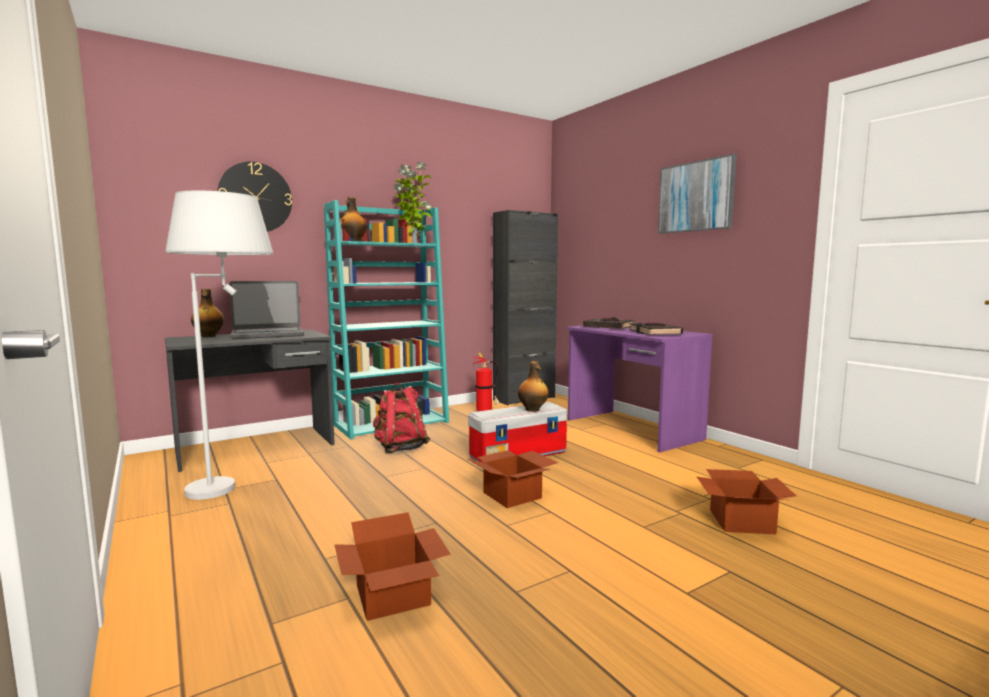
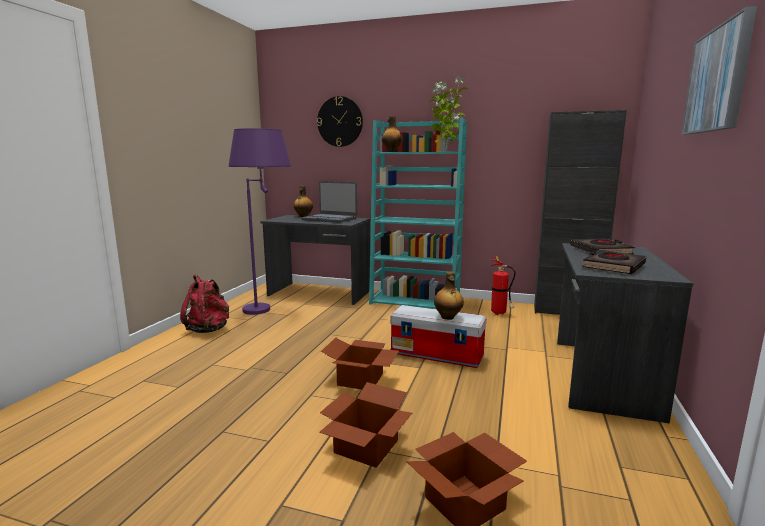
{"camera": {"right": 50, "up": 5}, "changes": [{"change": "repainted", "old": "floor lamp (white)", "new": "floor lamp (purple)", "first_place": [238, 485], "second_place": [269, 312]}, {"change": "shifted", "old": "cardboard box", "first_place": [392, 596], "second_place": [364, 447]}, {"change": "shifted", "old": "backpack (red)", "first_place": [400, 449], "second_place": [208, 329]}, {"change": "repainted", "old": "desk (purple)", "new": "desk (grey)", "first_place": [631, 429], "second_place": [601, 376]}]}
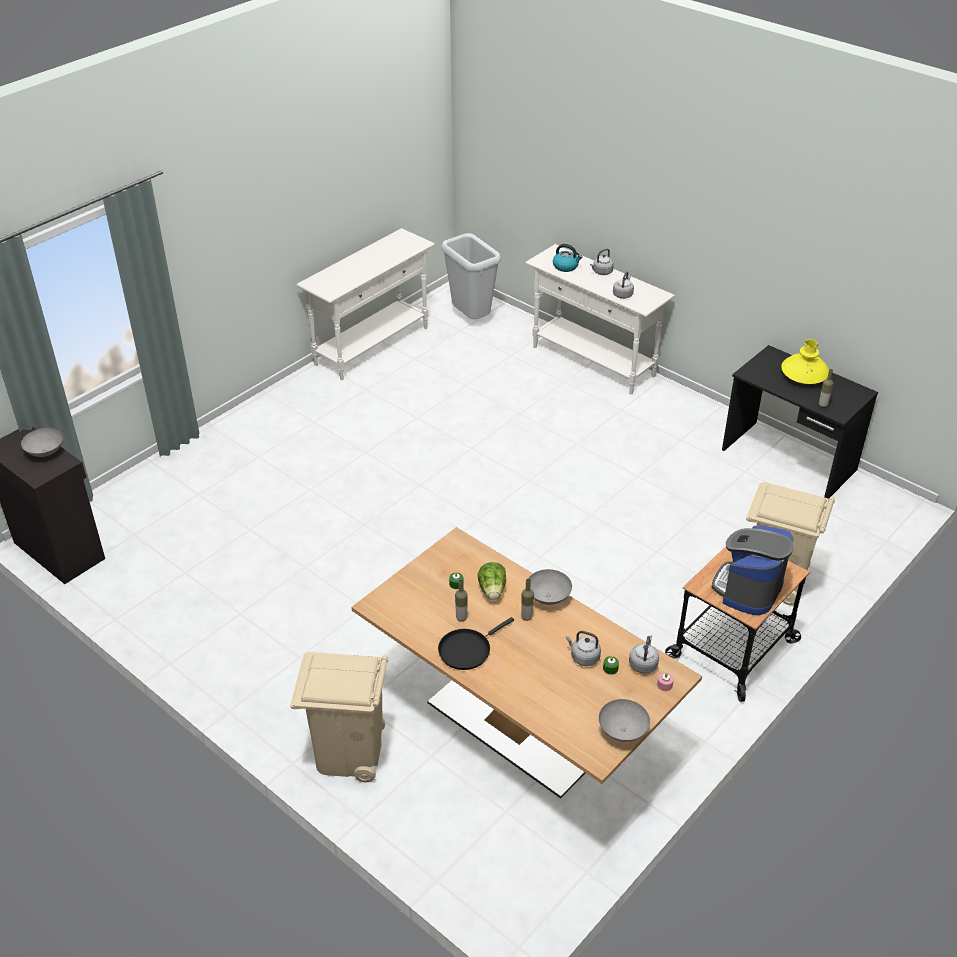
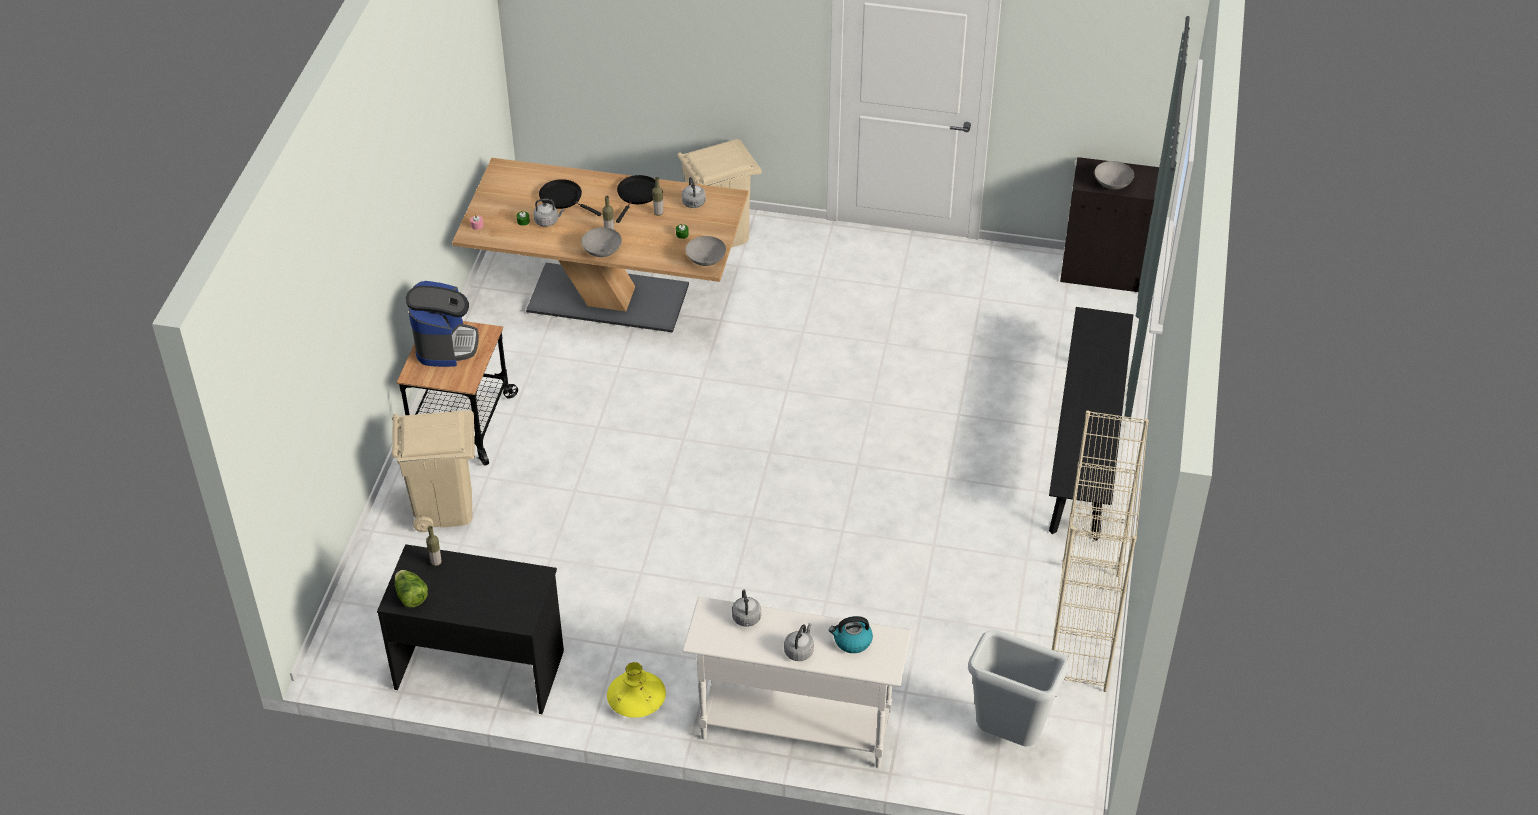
{"camera": {"right": 150, "up": 5}, "changes": [{"change": "swapped", "old": "console table (white)", "new": "bookcase (beige)", "first_place": [372, 346], "second_place": [1084, 628]}, {"change": "shifted", "old": "lettuce", "first_place": [492, 591], "second_place": [411, 596]}, {"change": "shifted", "old": "bowl (grey)", "first_place": [623, 731], "second_place": [705, 261]}, {"change": "shifted", "old": "kettle (grey)", "first_place": [643, 663], "second_place": [694, 204]}, {"change": "shifted", "old": "vase (yellow)", "first_place": [803, 376], "second_place": [636, 700]}, {"change": "new", "new": "frying pan (black)", "second_place": [563, 198]}, {"change": "new", "new": "bench (black)", "second_place": [1085, 447]}]}
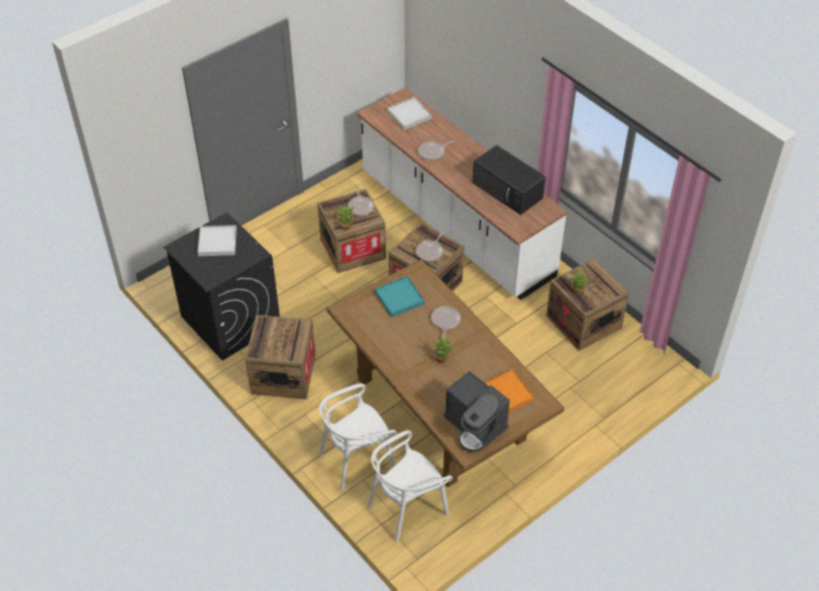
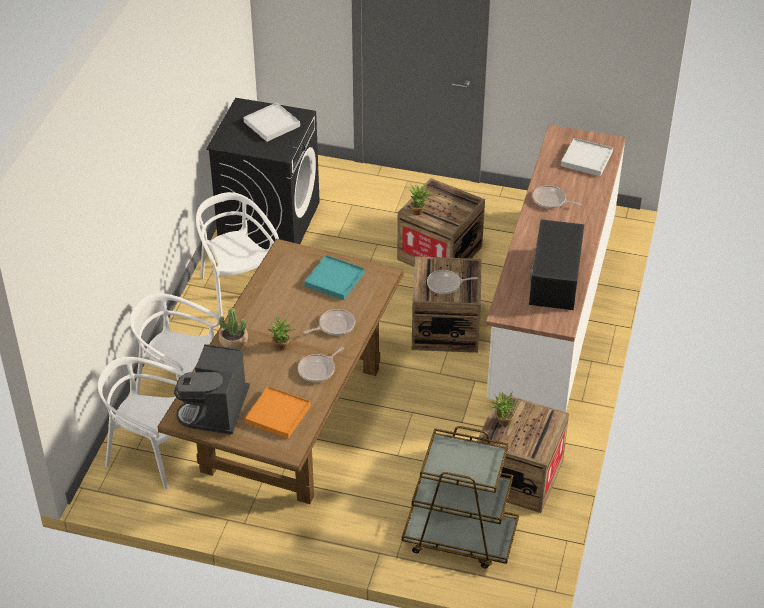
{"camera": {"right": 55, "up": -5}, "changes": [{"change": "swapped", "old": "crate", "new": "chair (white)", "first_place": [283, 374], "second_place": [237, 289]}, {"change": "shifted", "old": "frying pan", "first_place": [360, 206], "second_place": [318, 369]}, {"change": "new", "new": "potted plant", "second_place": [233, 341]}, {"change": "new", "new": "cart (brown)", "second_place": [459, 537]}]}
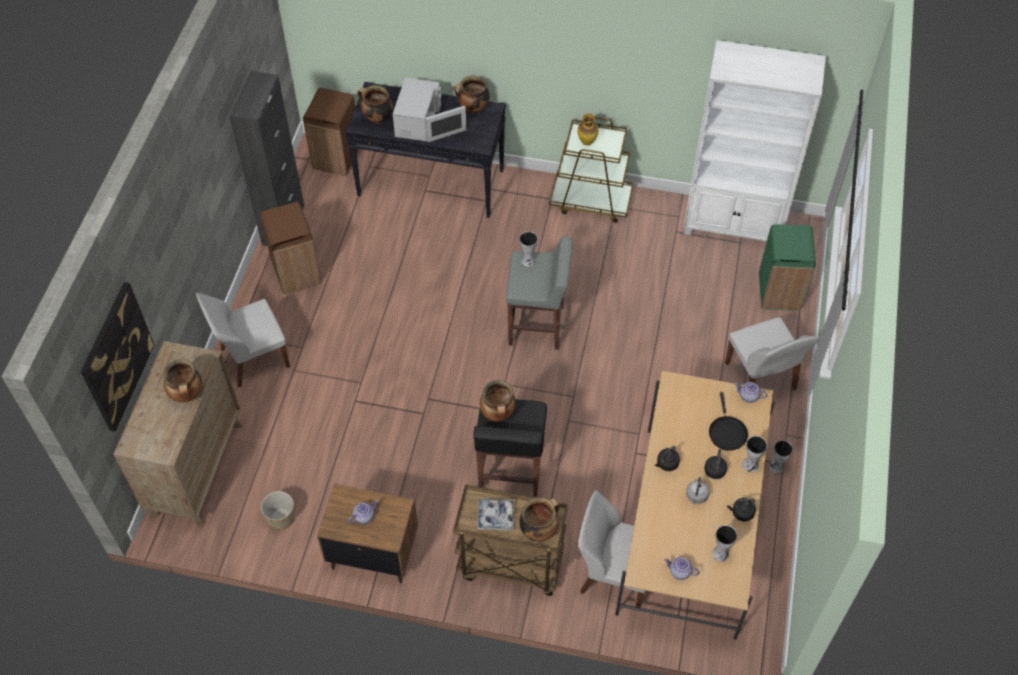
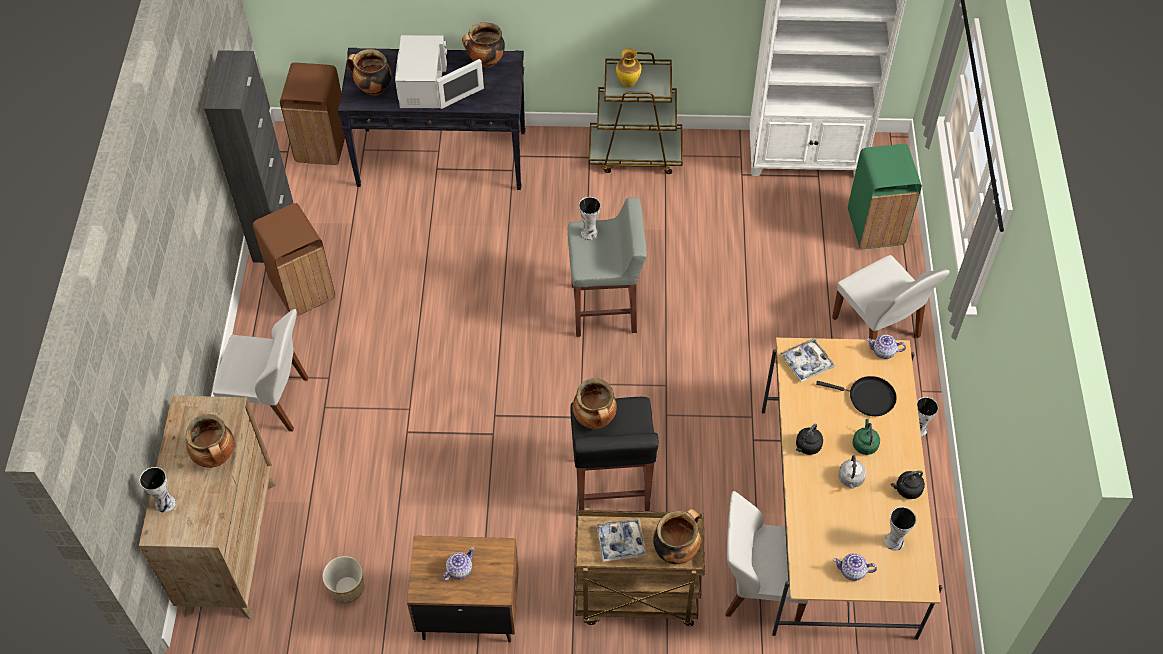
{"camera": {"right": -10, "up": 0}, "changes": [{"change": "gone", "old": "picture", "first_place": [116, 357]}, {"change": "rotated", "old": "chair (white)", "first_place": [253, 358], "second_place": [271, 401], "degrees": -135}, {"change": "repainted", "old": "kettle (black)", "new": "kettle (green)", "first_place": [715, 469], "second_place": [864, 444]}, {"change": "rotated", "old": "frying pan (black)", "first_place": [727, 432], "second_place": [868, 397], "degrees": -60}, {"change": "shifted", "old": "vase", "first_place": [751, 464], "second_place": [166, 502]}, {"change": "new", "new": "tray", "second_place": [807, 363]}]}
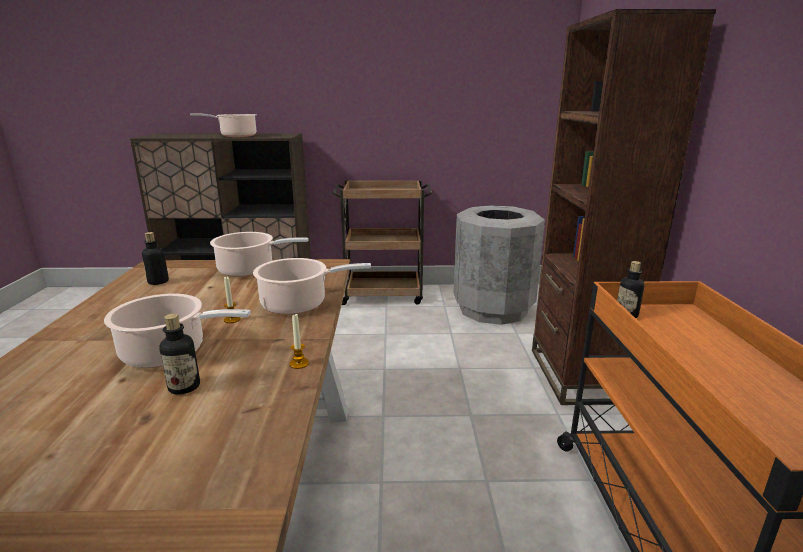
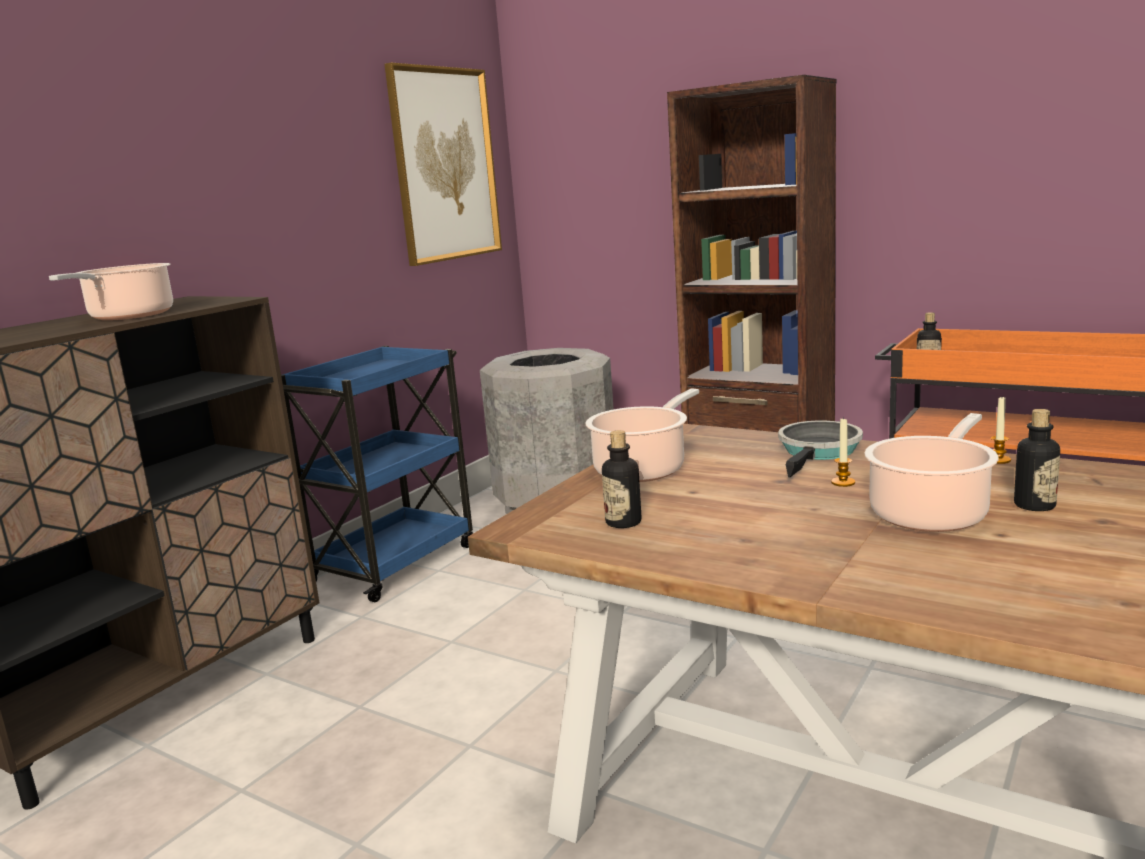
{"camera": {"right": -55, "up": -5}, "changes": [{"change": "swapped", "old": "cooking pot", "new": "frying pan", "first_place": [298, 304], "second_place": [818, 452]}, {"change": "repainted", "old": "cart (brown)", "new": "cart (blue)", "first_place": [384, 294], "second_place": [395, 562]}, {"change": "new", "new": "picture", "second_place": [445, 165]}]}
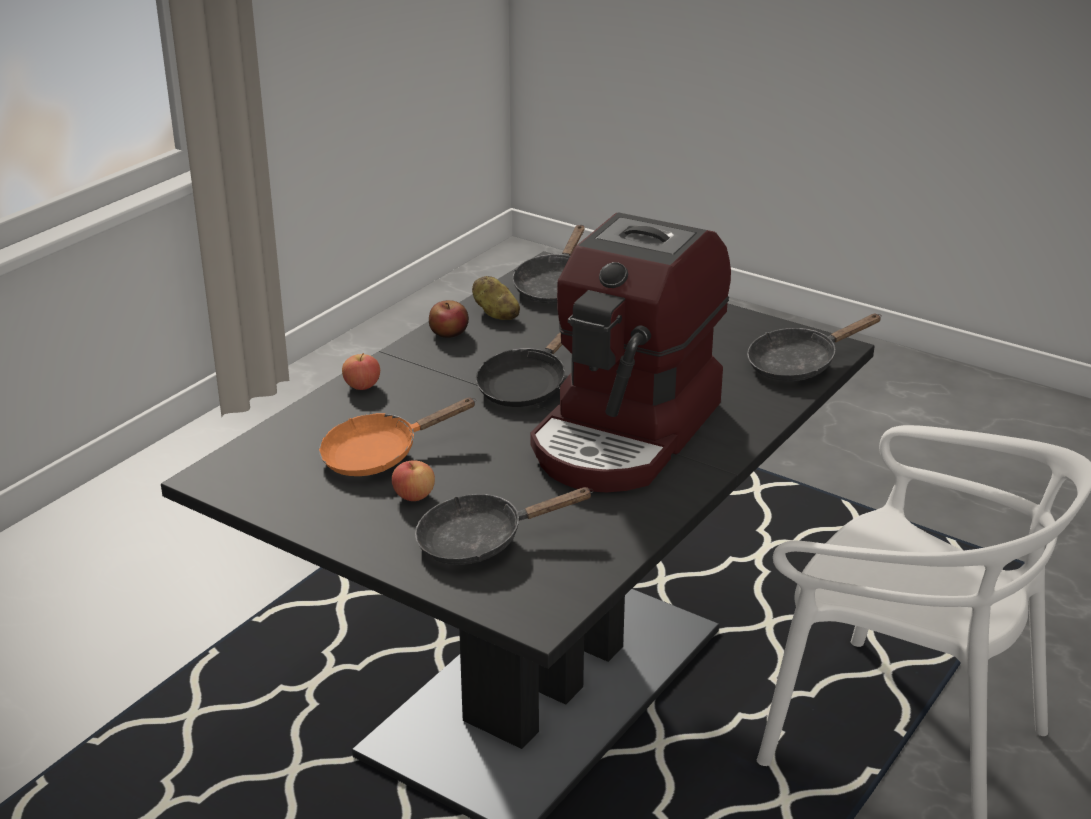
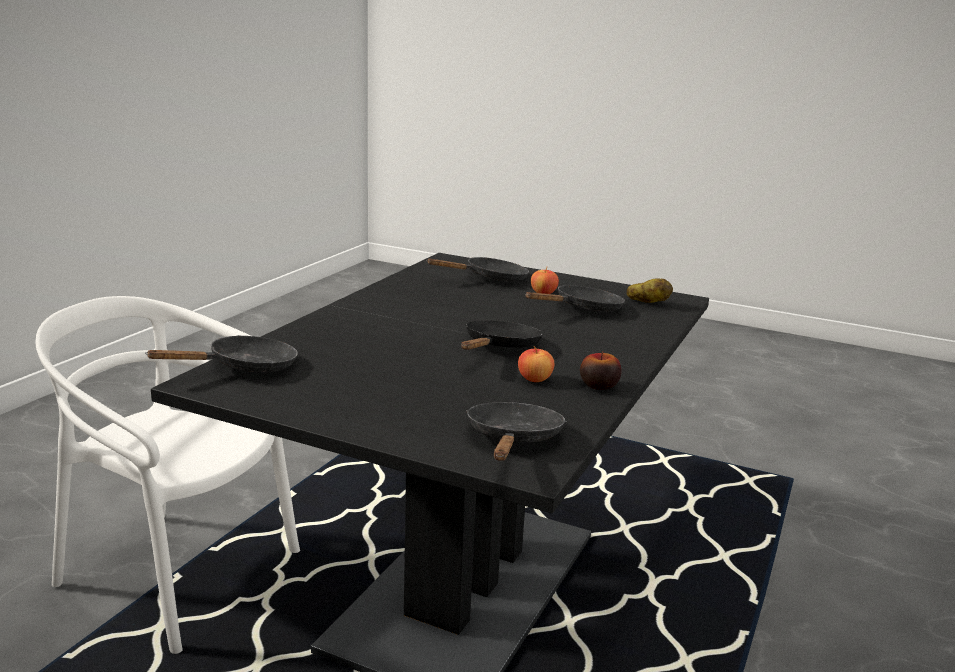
{"camera": {"right": 170, "up": -10}, "changes": [{"change": "repainted", "old": "frying pan (orange)", "new": "frying pan (black)", "first_place": [379, 455], "second_place": [583, 309]}, {"change": "shifted", "old": "apple", "first_place": [362, 386], "second_place": [535, 379]}, {"change": "shifted", "old": "potato", "first_place": [495, 313], "second_place": [648, 303]}, {"change": "gone", "old": "coffee machine", "first_place": [627, 433]}]}
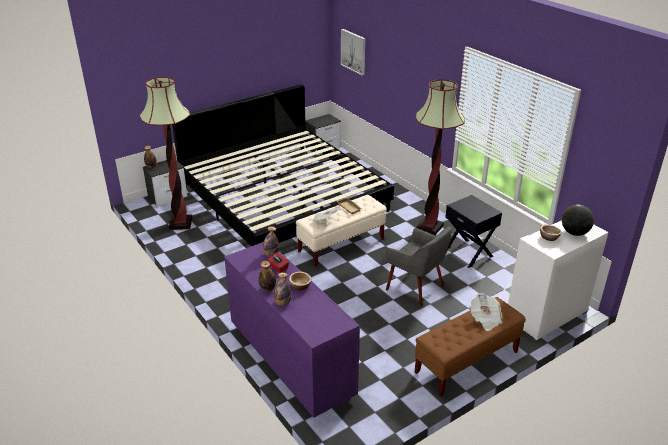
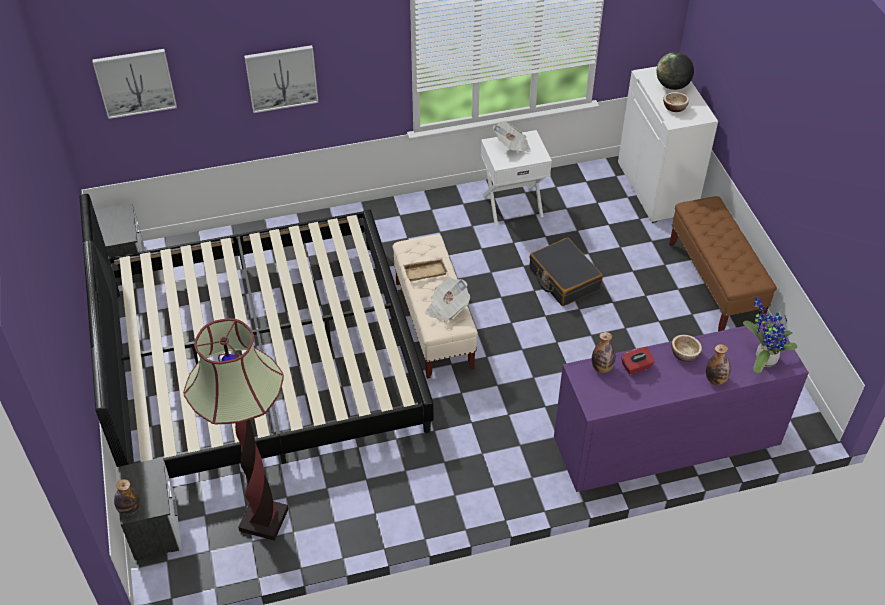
{"camera": {"right": -70, "up": 15}, "changes": [{"change": "gone", "old": "bottle", "first_place": [267, 288]}, {"change": "swapped", "old": "armchair (grey)", "new": "suitcase (black)", "first_place": [416, 287], "second_place": [564, 279]}, {"change": "gone", "old": "floor lamp", "first_place": [430, 227]}, {"change": "repainted", "old": "nightstand (black)", "new": "nightstand (white)", "first_place": [468, 253], "second_place": [512, 205]}, {"change": "shifted", "old": "newspaper", "first_place": [485, 319], "second_place": [512, 146]}, {"change": "new", "new": "picture", "second_place": [281, 78]}, {"change": "new", "new": "potted plant", "second_place": [762, 358]}]}
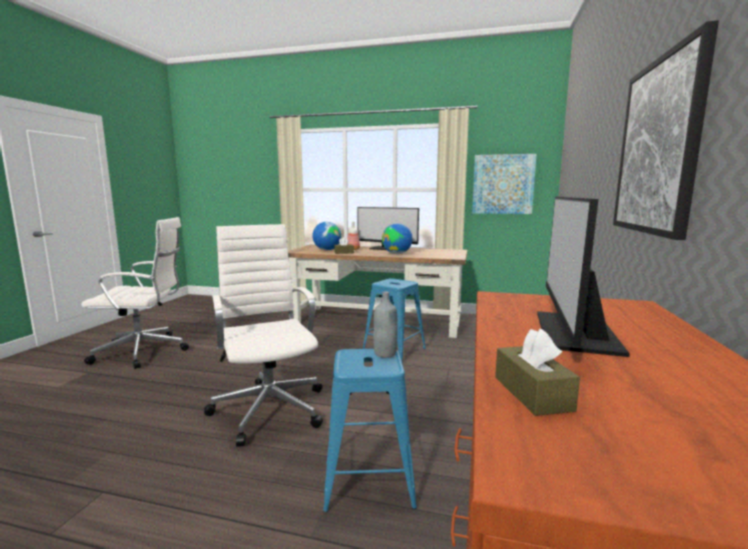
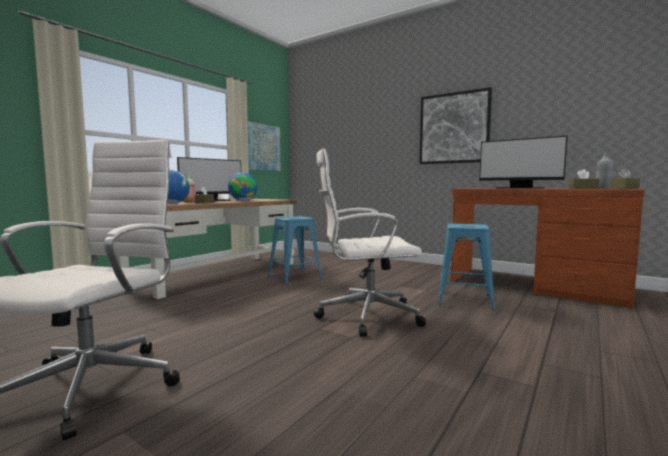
{"camera": {"right": -70, "up": -5}, "changes": [{"change": "shifted", "old": "bottle (grey)", "first_place": [385, 353], "second_place": [603, 188]}, {"change": "new", "new": "tissue box (brown)", "second_place": [624, 188]}]}
